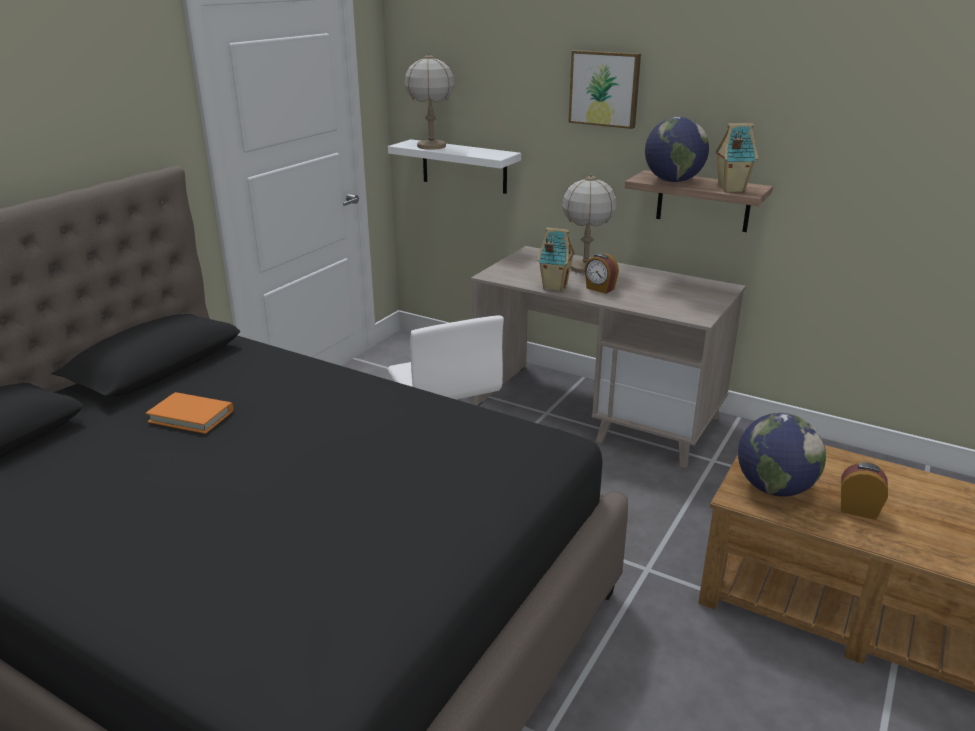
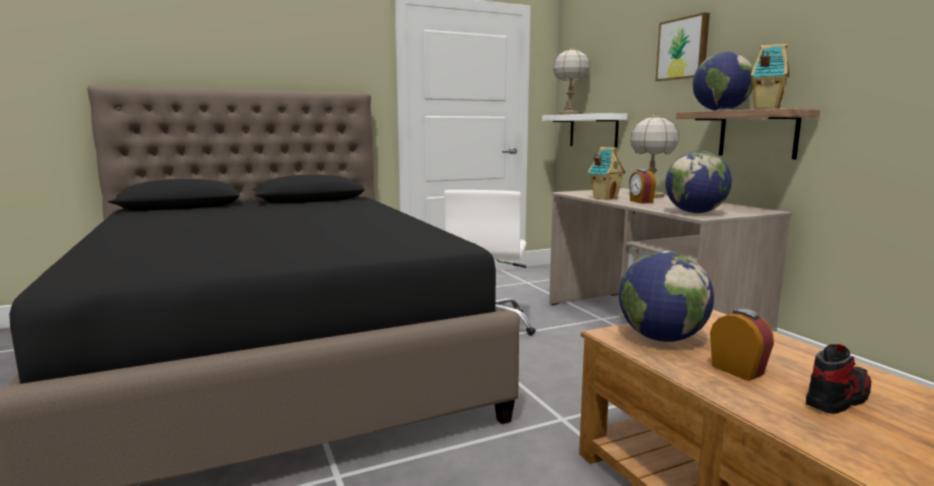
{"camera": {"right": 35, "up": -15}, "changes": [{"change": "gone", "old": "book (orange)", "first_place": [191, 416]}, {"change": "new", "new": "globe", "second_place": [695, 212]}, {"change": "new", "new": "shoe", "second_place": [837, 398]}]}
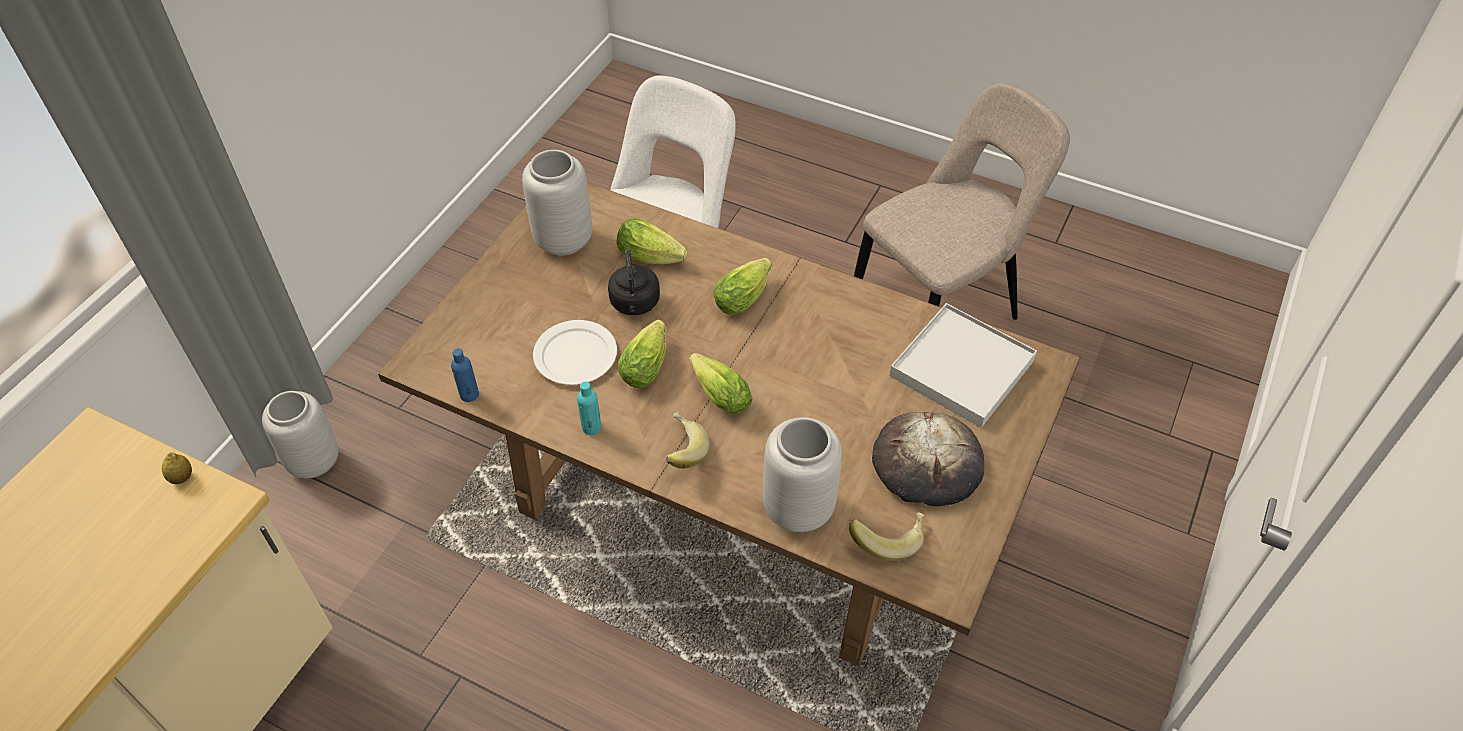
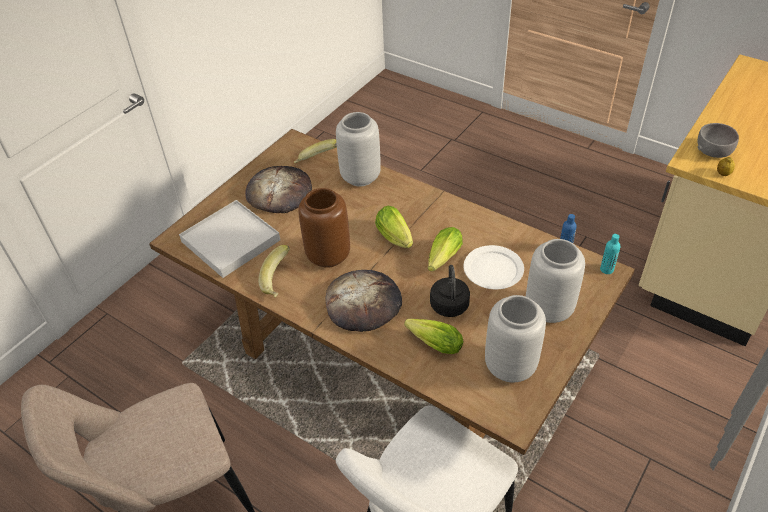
{"camera": {"right": -170, "up": -5}, "changes": [{"change": "shifted", "old": "vase (grey)", "first_place": [313, 461], "second_place": [549, 310]}, {"change": "shifted", "old": "bottle (turquoise)", "first_place": [591, 427], "second_place": [606, 269]}, {"change": "shifted", "old": "banana", "first_place": [681, 451], "second_place": [279, 281]}, {"change": "swapped", "old": "lettuce", "new": "bread", "first_place": [745, 296], "second_place": [363, 303]}, {"change": "new", "new": "vase (brown)", "second_place": [328, 255]}, {"change": "new", "new": "bowl (grey)", "second_place": [713, 150]}]}
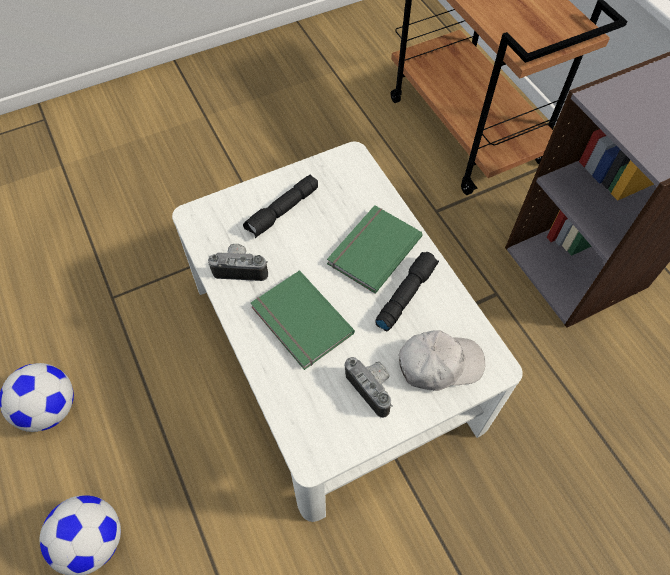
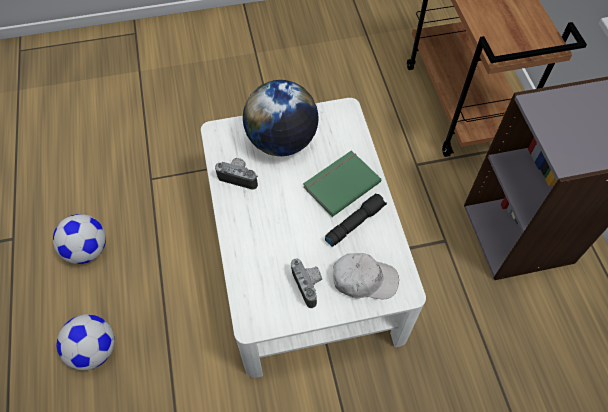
{"camera": {"right": 15, "up": 0}, "changes": [{"change": "swapped", "old": "flashlight (black)", "new": "globe", "first_place": [282, 212], "second_place": [281, 141]}, {"change": "gone", "old": "book (green)", "first_place": [300, 322]}]}
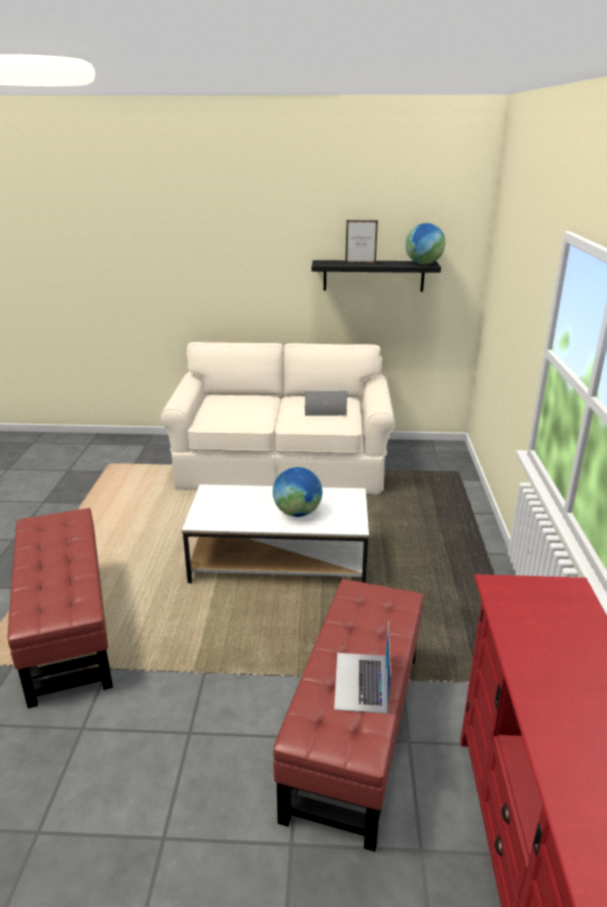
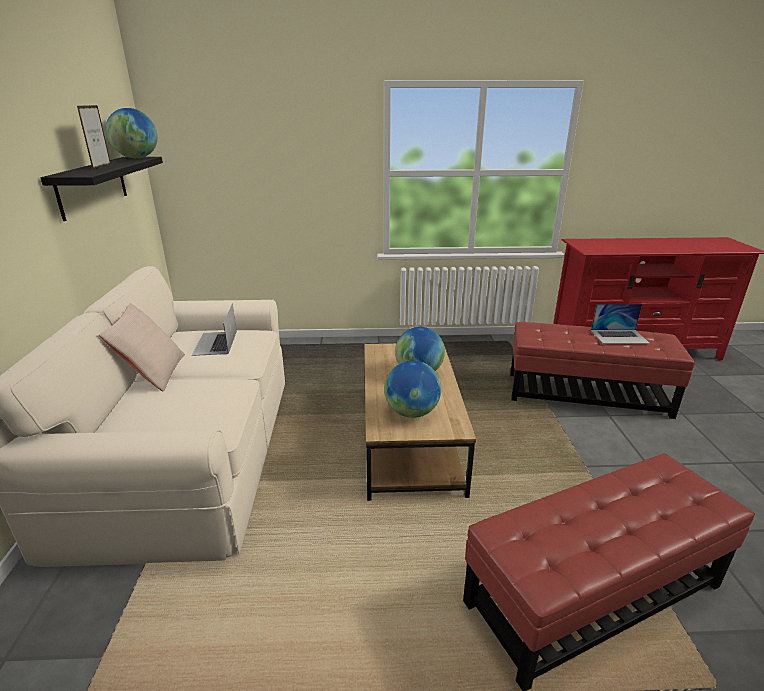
{"camera": {"right": -95, "up": 0}, "changes": [{"change": "repainted", "old": "coffee table (white)", "new": "coffee table (brown)", "first_place": [279, 560], "second_place": [408, 438]}, {"change": "new", "new": "pillow (beige)", "second_place": [152, 373]}, {"change": "new", "new": "globe", "second_place": [411, 412]}]}
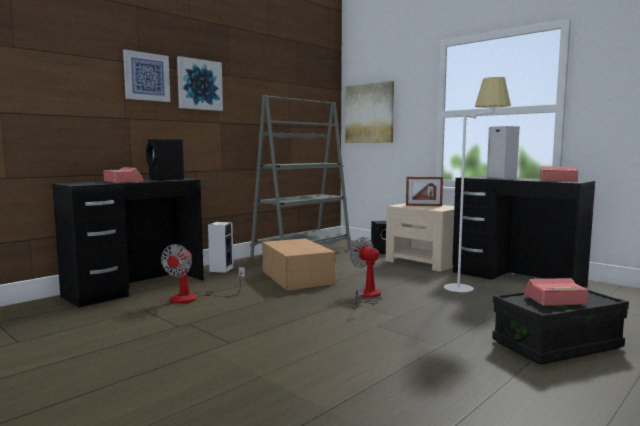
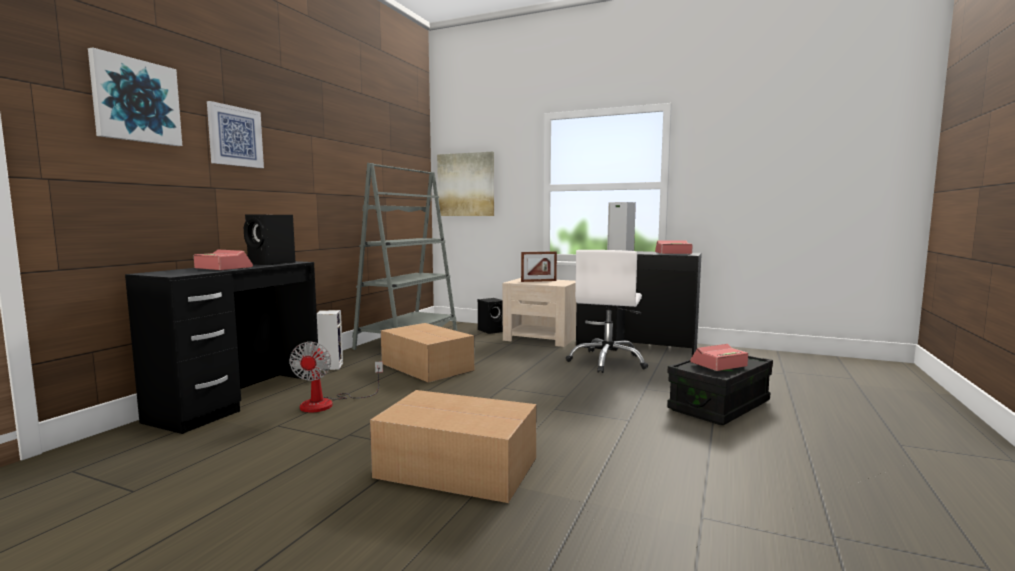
{"camera": {"right": -20, "up": 0}, "changes": [{"change": "shifted", "old": "picture", "first_place": [199, 85], "second_place": [136, 101]}, {"change": "gone", "old": "fan", "first_place": [366, 296]}, {"change": "swapped", "old": "floor lamp (white)", "new": "office chair (white)", "first_place": [472, 289], "second_place": [608, 361]}, {"change": "new", "new": "cardboard box", "second_place": [455, 467]}]}
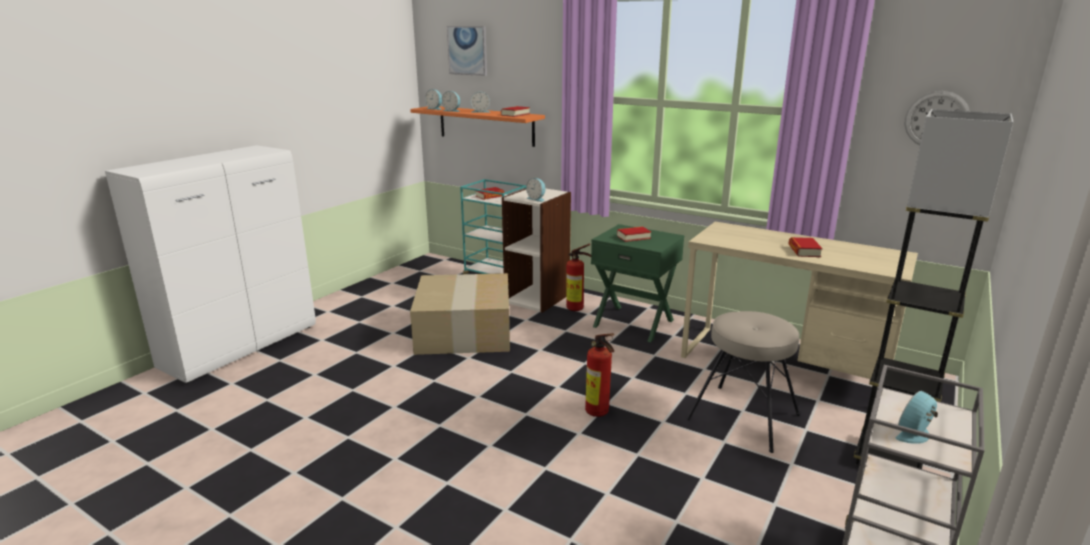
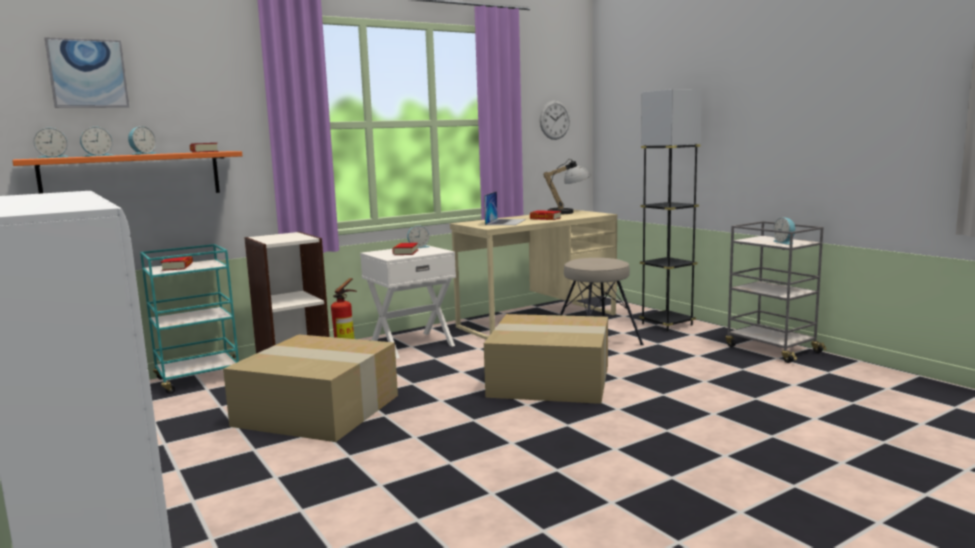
{"camera": {"right": -65, "up": -10}, "changes": [{"change": "shifted", "old": "alarm clock", "first_place": [537, 199], "second_place": [418, 247]}, {"change": "swapped", "old": "fire extinguisher", "new": "cardboard box", "first_place": [598, 413], "second_place": [552, 380]}, {"change": "repainted", "old": "nightstand (green)", "new": "nightstand (white)", "first_place": [634, 323], "second_place": [411, 344]}, {"change": "new", "new": "laptop", "second_place": [505, 222]}, {"change": "new", "new": "table lamp", "second_place": [567, 212]}]}
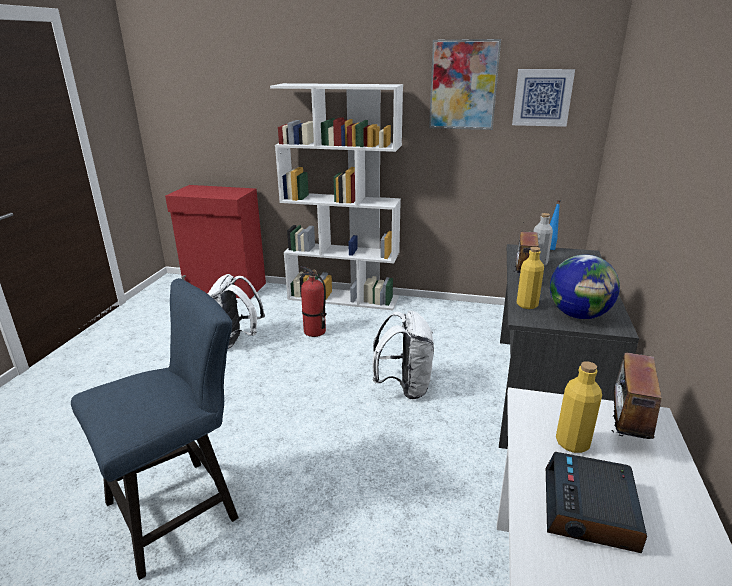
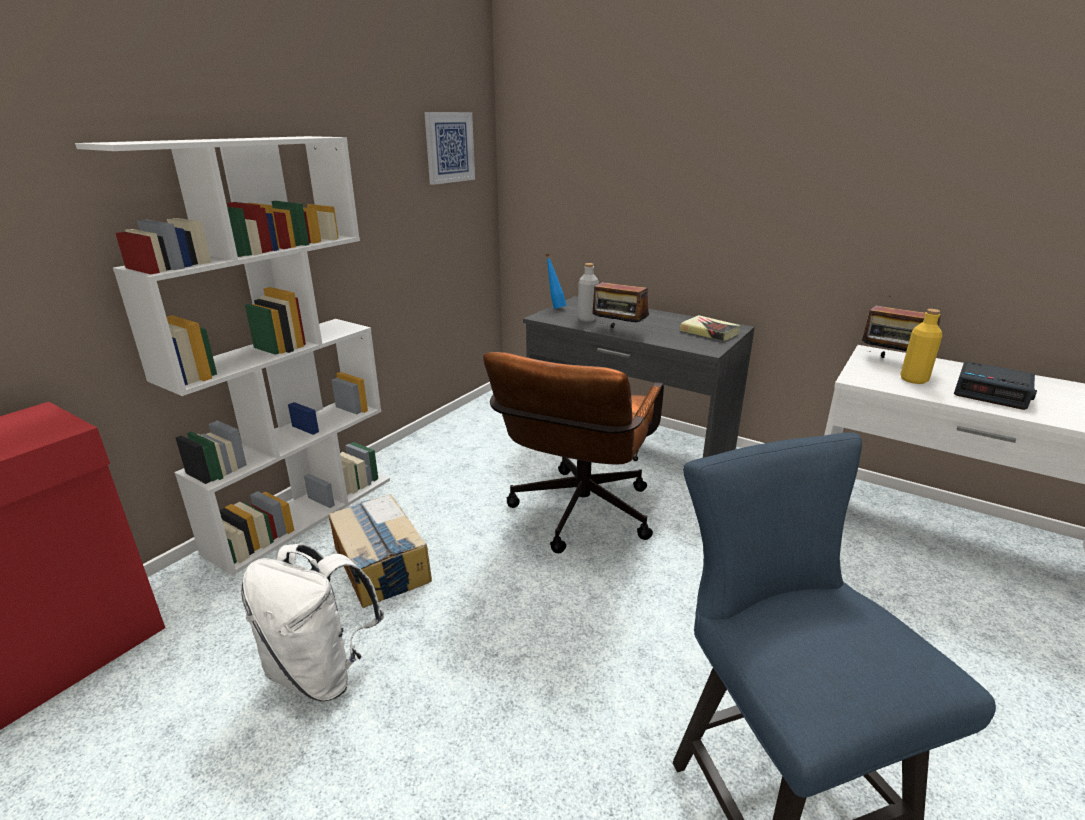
{"camera": {"right": -70, "up": 0}, "changes": [{"change": "swapped", "old": "fire extinguisher", "new": "cardboard box", "first_place": [314, 332], "second_place": [380, 564]}, {"change": "swapped", "old": "backpack (white)", "new": "office chair (brown)", "first_place": [404, 387], "second_place": [577, 517]}, {"change": "gone", "old": "picture", "first_place": [463, 85]}, {"change": "gone", "old": "bottle (yellow)", "first_place": [527, 305]}, {"change": "swapped", "old": "globe", "new": "book", "first_place": [578, 315], "second_place": [709, 332]}]}
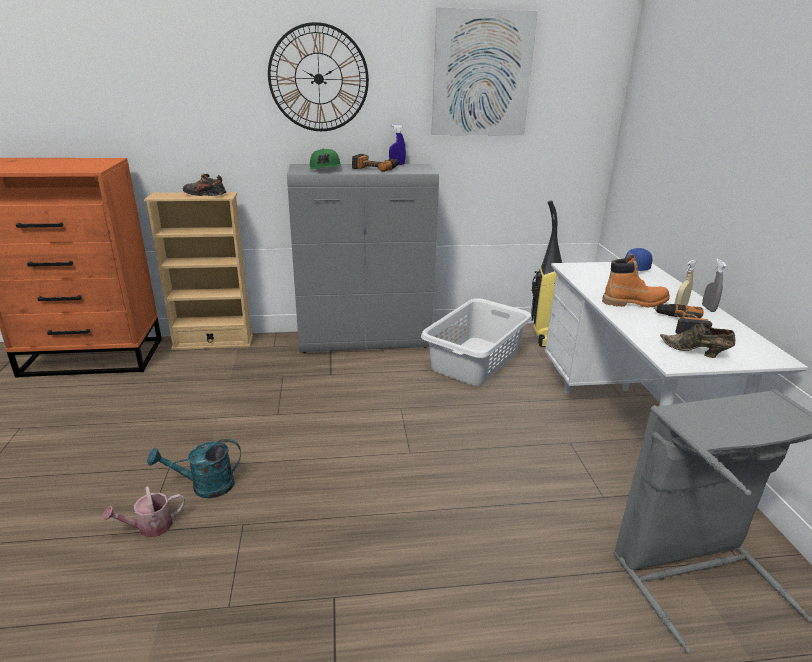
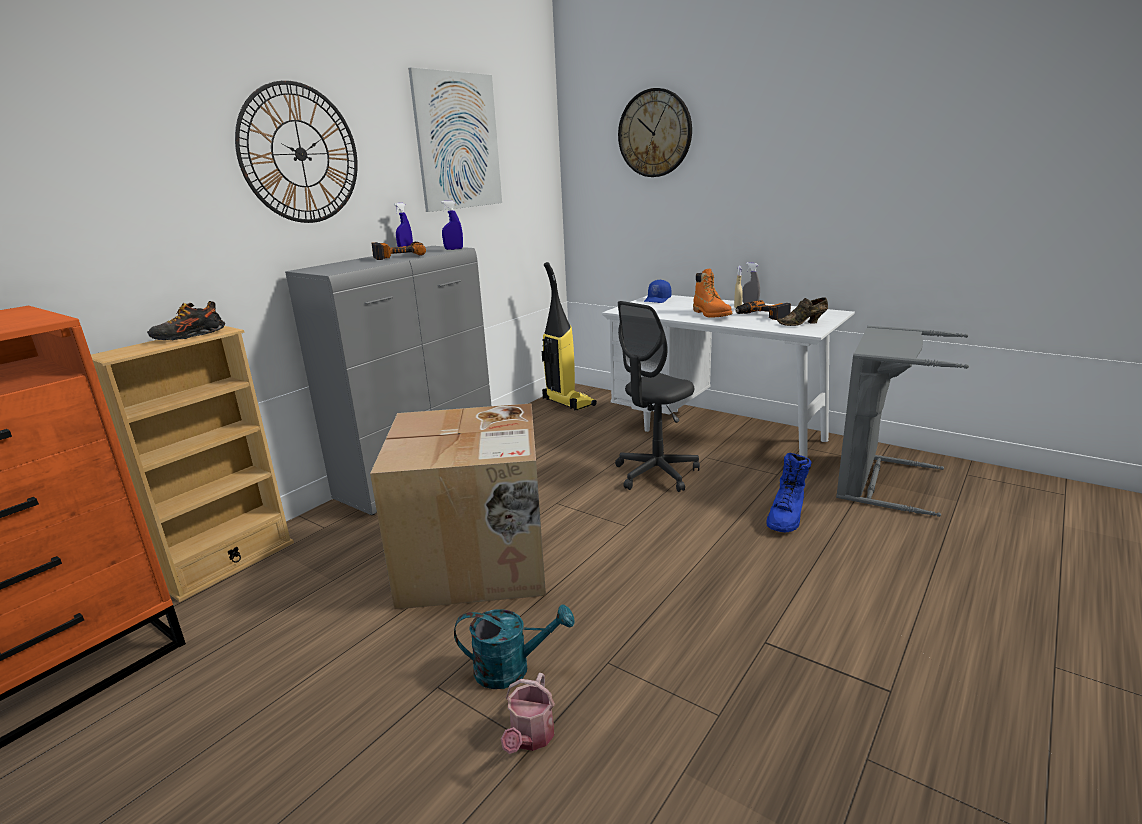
{"camera": {"right": -45, "up": -5}, "changes": [{"change": "rotated", "old": "watering can (turquoise)", "first_place": [205, 486], "second_place": [512, 668], "degrees": -120}, {"change": "gone", "old": "cap (green)", "first_place": [325, 168]}, {"change": "gone", "old": "laundry basket (white)", "first_place": [476, 360]}, {"change": "rotated", "old": "boot (orange)", "first_place": [635, 302], "second_place": [711, 314], "degrees": 120}, {"change": "new", "new": "cardboard box", "second_place": [476, 560]}, {"change": "new", "new": "spray bottle (blue)", "second_place": [453, 249]}, {"change": "new", "new": "office chair (grey)", "second_place": [656, 474]}, {"change": "new", "new": "wall clock", "second_place": [655, 133]}, {"change": "new", "new": "boot (blue)", "second_place": [786, 517]}]}
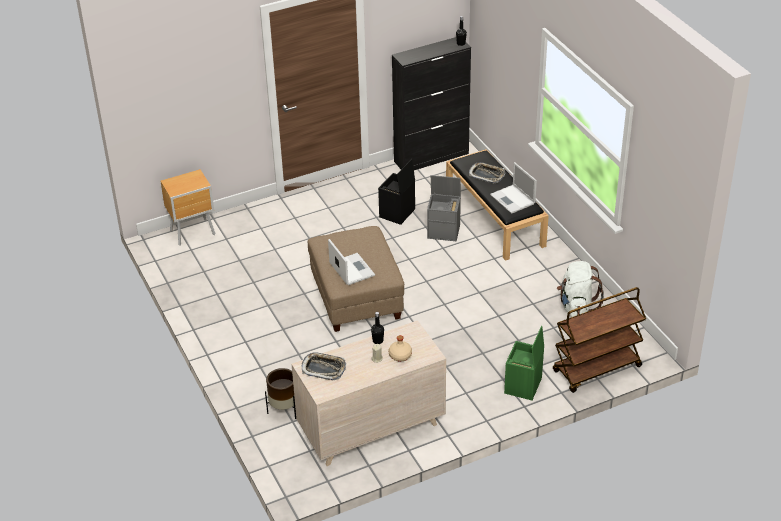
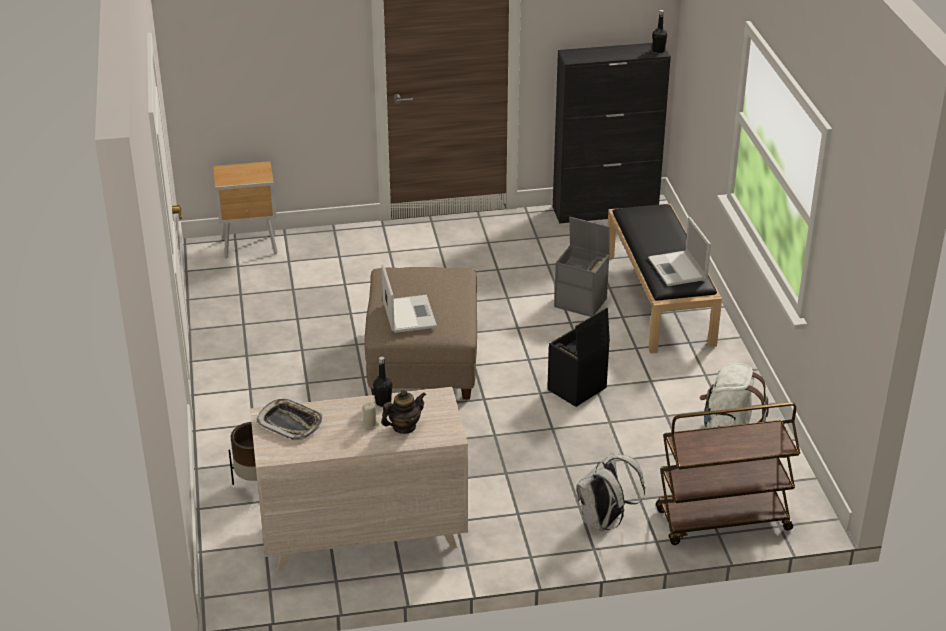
{"camera": {"right": 15, "up": -5}, "changes": [{"change": "shifted", "old": "storage box (black)", "first_place": [397, 213], "second_place": [576, 389]}, {"change": "swapped", "old": "bottle (beige)", "new": "teapot", "first_place": [400, 355], "second_place": [404, 427]}, {"change": "gone", "old": "tray", "first_place": [486, 175]}, {"change": "swapped", "old": "storage box (green)", "new": "backpack (white)", "first_place": [523, 386], "second_place": [604, 522]}]}
